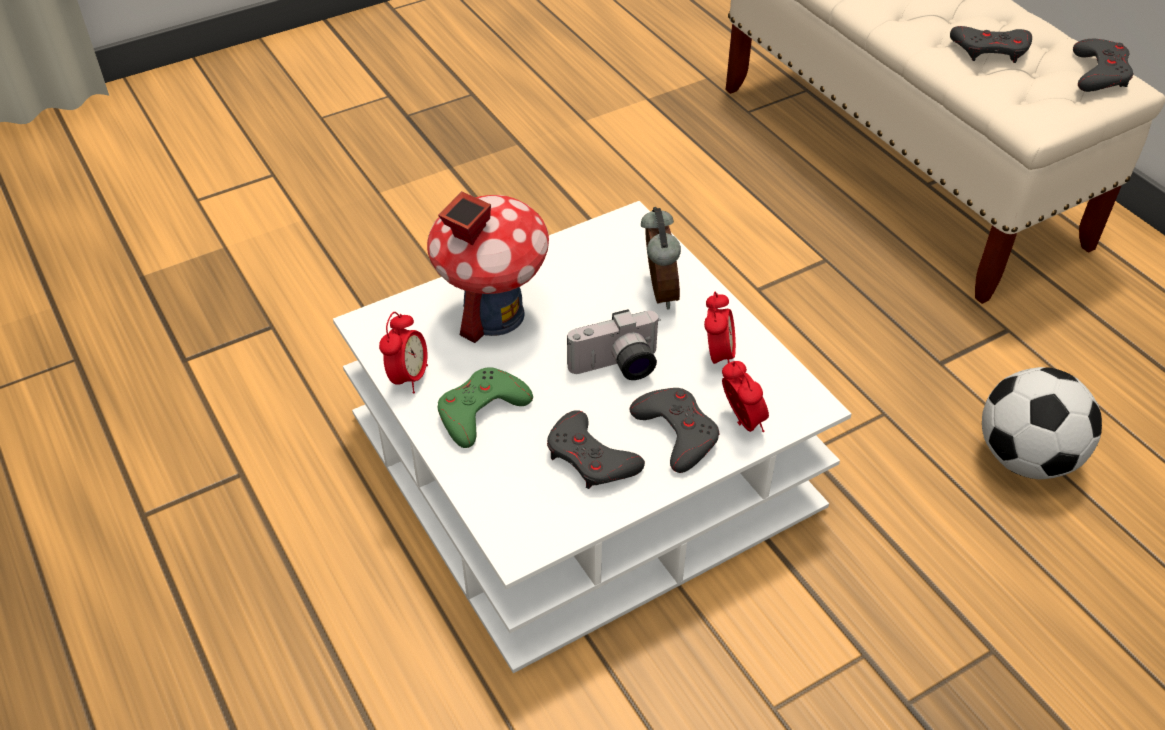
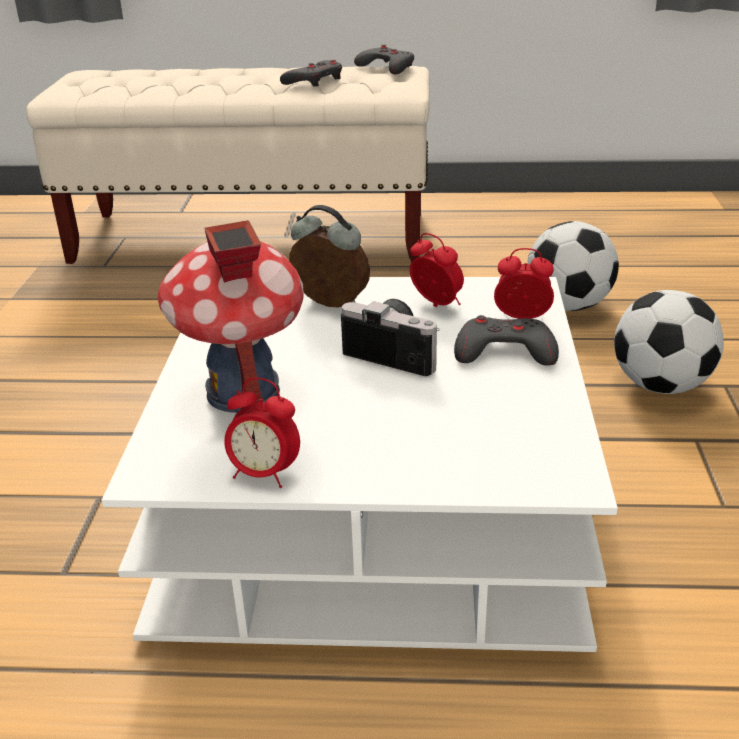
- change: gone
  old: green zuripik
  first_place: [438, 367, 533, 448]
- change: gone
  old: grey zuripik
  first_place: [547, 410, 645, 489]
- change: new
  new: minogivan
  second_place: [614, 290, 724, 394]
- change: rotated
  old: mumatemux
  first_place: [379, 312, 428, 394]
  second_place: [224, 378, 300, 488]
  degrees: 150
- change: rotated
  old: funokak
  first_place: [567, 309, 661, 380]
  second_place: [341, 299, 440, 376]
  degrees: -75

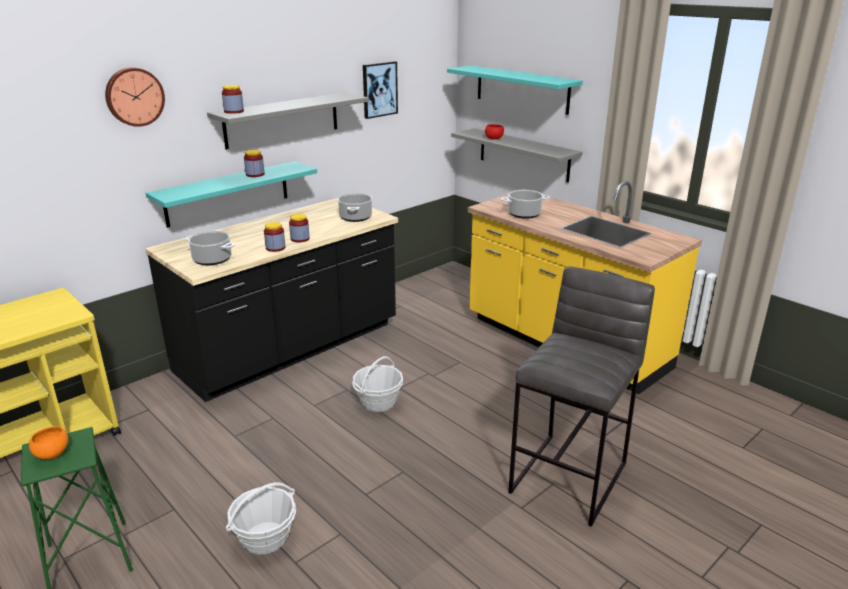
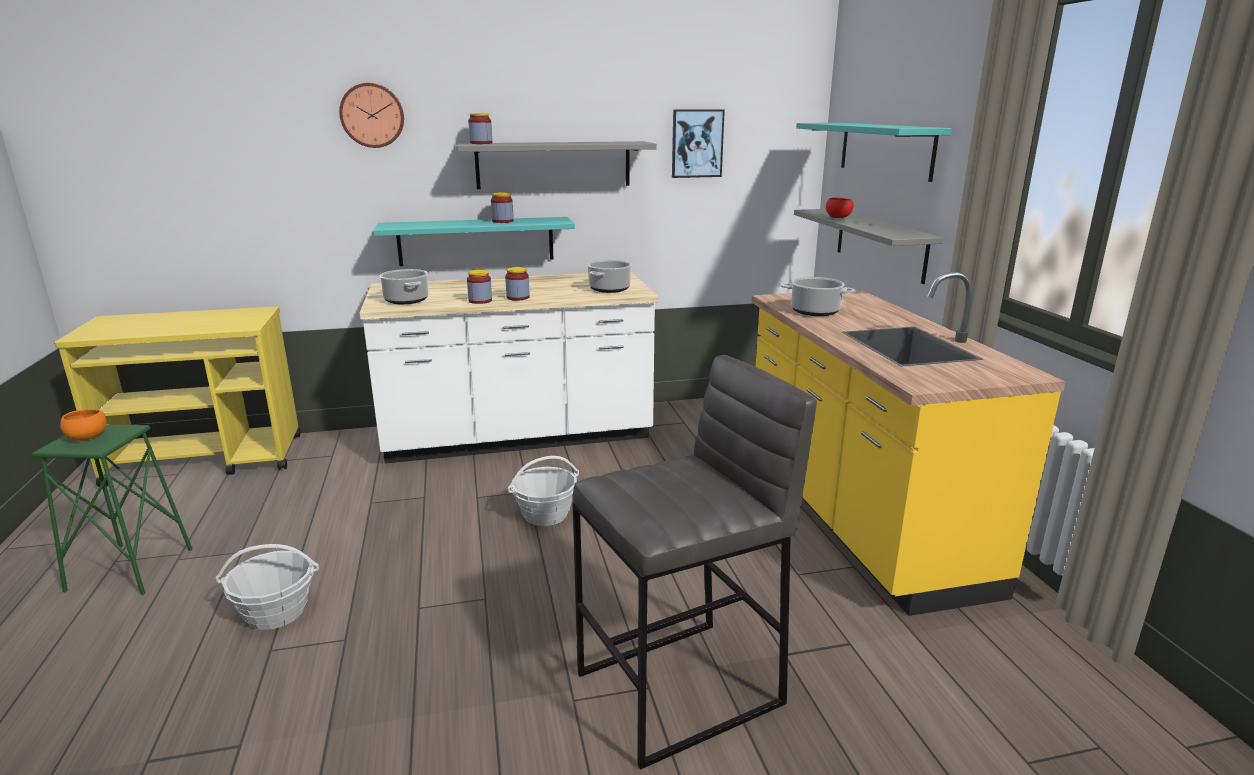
- change: repainted
  old: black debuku
  new: white debuku
  first_place: [145, 198, 398, 402]
  second_place: [359, 271, 658, 463]

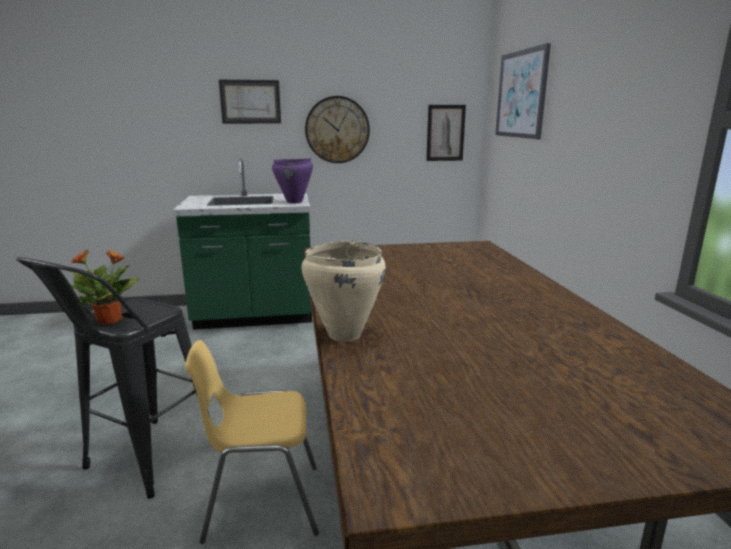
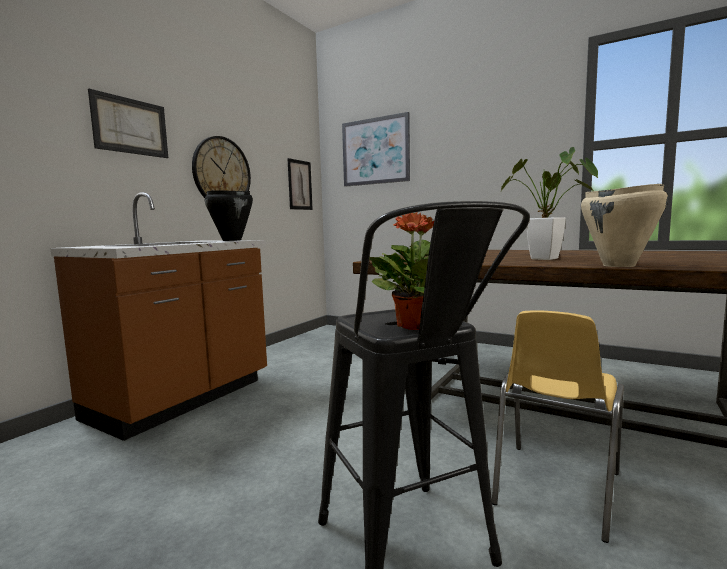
- change: new
  new: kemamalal
  second_place: [501, 147, 598, 260]
- change: repainted
  old: green debuku
  new: brown debuku
  first_place: [173, 158, 312, 330]
  second_place: [50, 192, 267, 441]
- change: repainted
  old: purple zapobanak
  new: black zapobanak
  first_place: [272, 158, 313, 203]
  second_place: [205, 190, 253, 241]

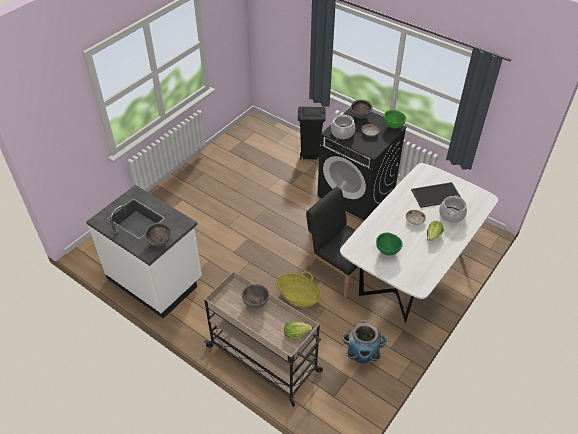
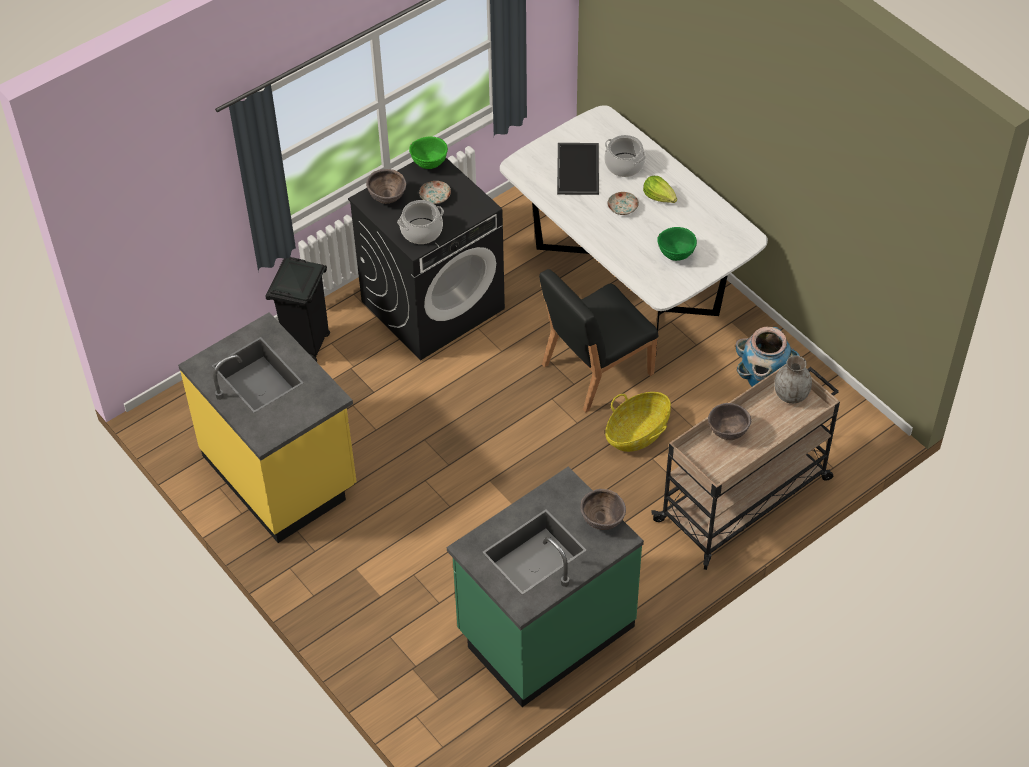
- change: new
  new: yellow debuku
  second_place: [178, 312, 357, 543]
- change: swapped
  old: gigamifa
  new: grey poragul
  first_place: [284, 321, 313, 339]
  second_place: [774, 355, 812, 404]
- change: repainted
  old: white debuku
  new: green debuku
  first_place: [86, 185, 202, 319]
  second_place: [447, 466, 644, 707]

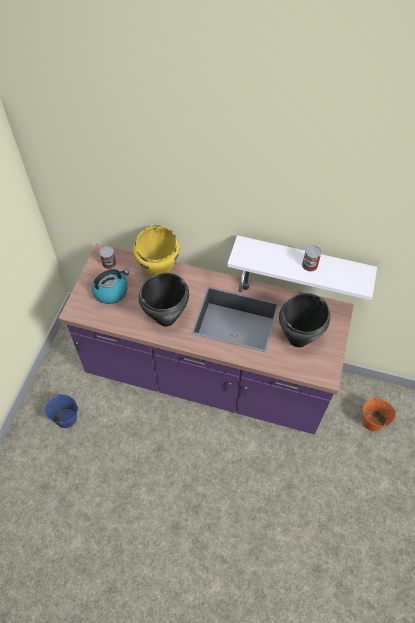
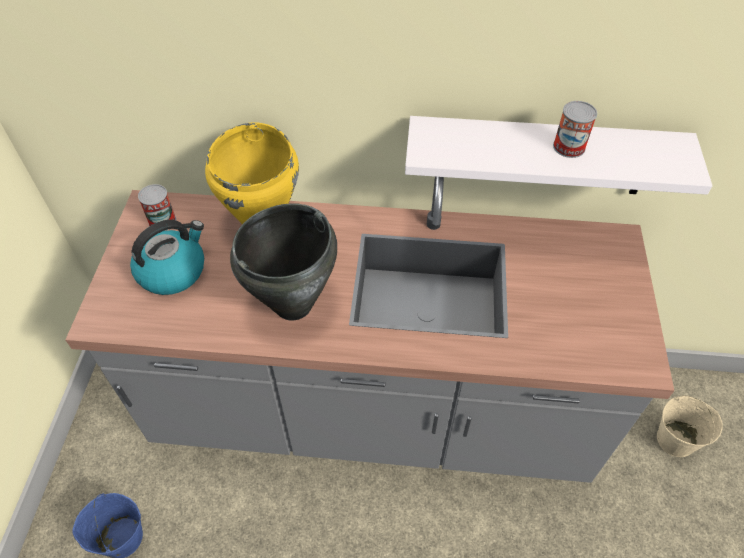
- change: gone
  old: black zapobanak
  first_place: [279, 293, 330, 347]
- change: repainted
  old: purple debuku
  new: grey debuku
  first_place: [58, 244, 354, 434]
  second_place: [65, 177, 674, 483]
- change: repainted
  old: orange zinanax
  new: beige zinanax
  first_place: [362, 398, 396, 432]
  second_place: [657, 395, 723, 457]

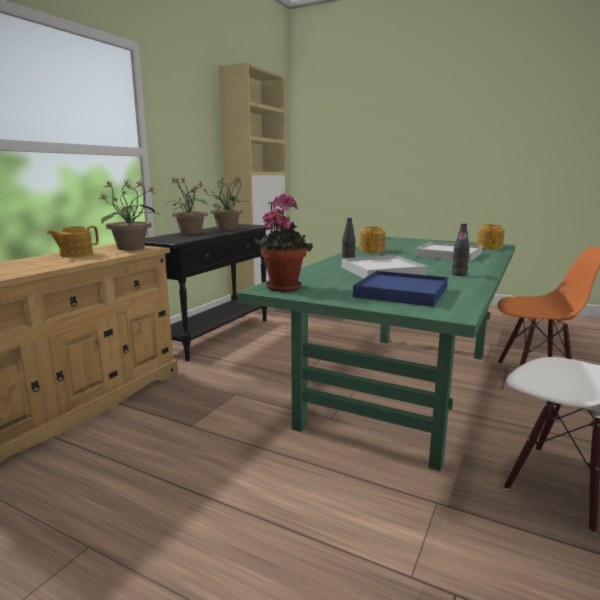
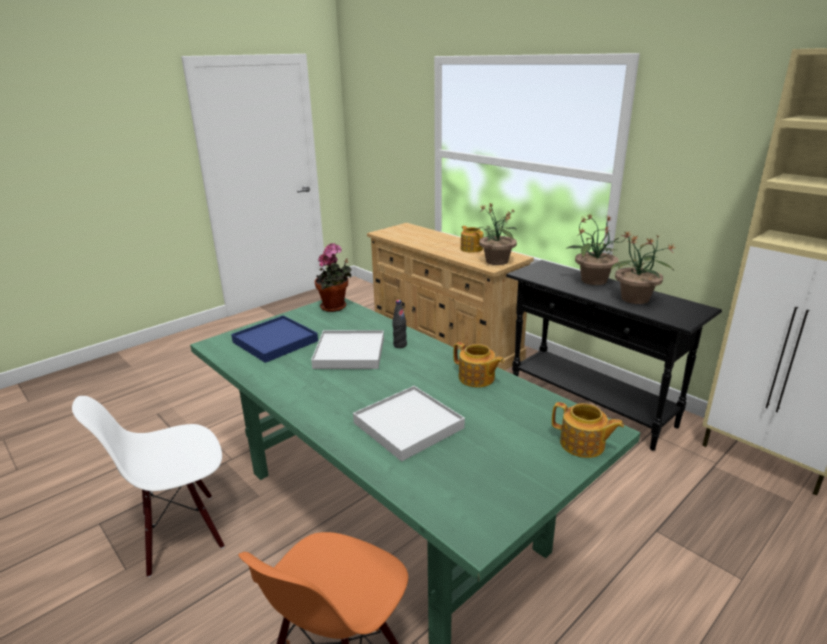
- change: gone
  old: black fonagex
  first_place: [452, 223, 470, 276]
- change: shifted
  old: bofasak
  first_place: [477, 224, 505, 249]
  second_place: [552, 402, 624, 458]

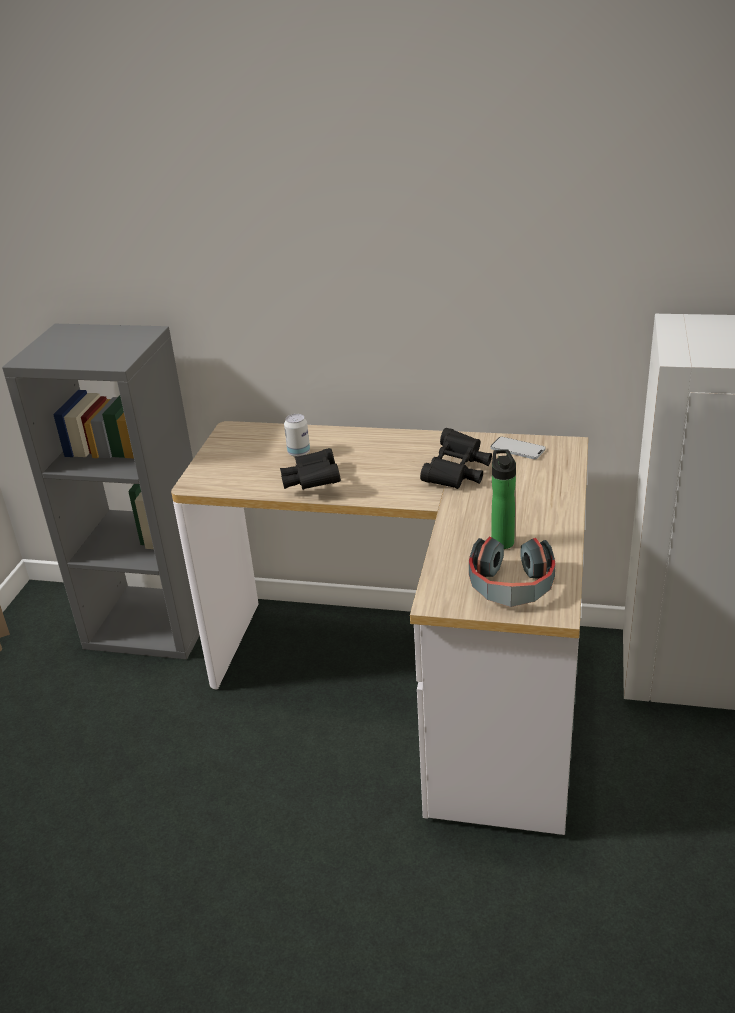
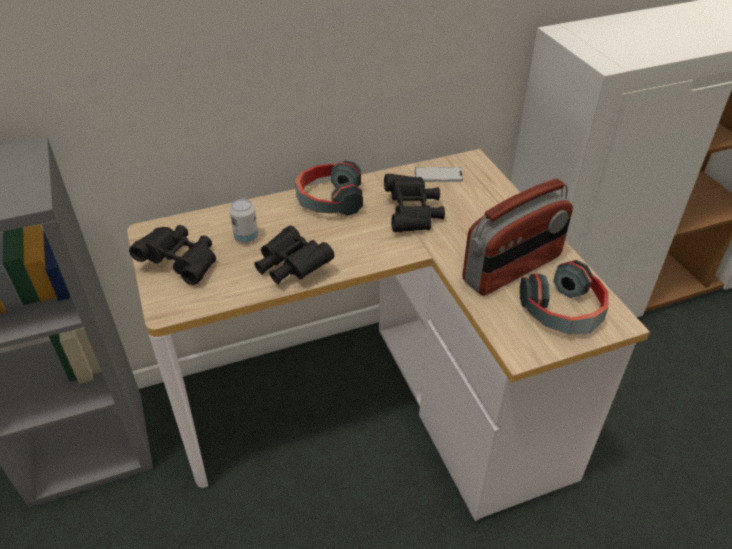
- change: new
  new: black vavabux
  second_place: [129, 225, 216, 285]
- change: new
  new: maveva
  second_place: [295, 160, 363, 216]
- change: swapped
  old: fonagex
  new: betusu
  first_place: [491, 449, 516, 549]
  second_place: [462, 179, 573, 296]

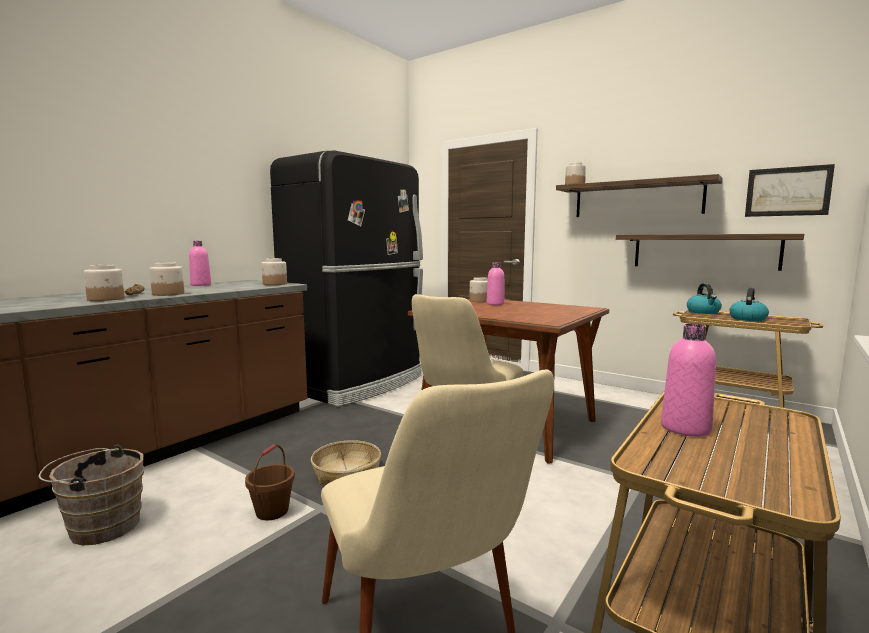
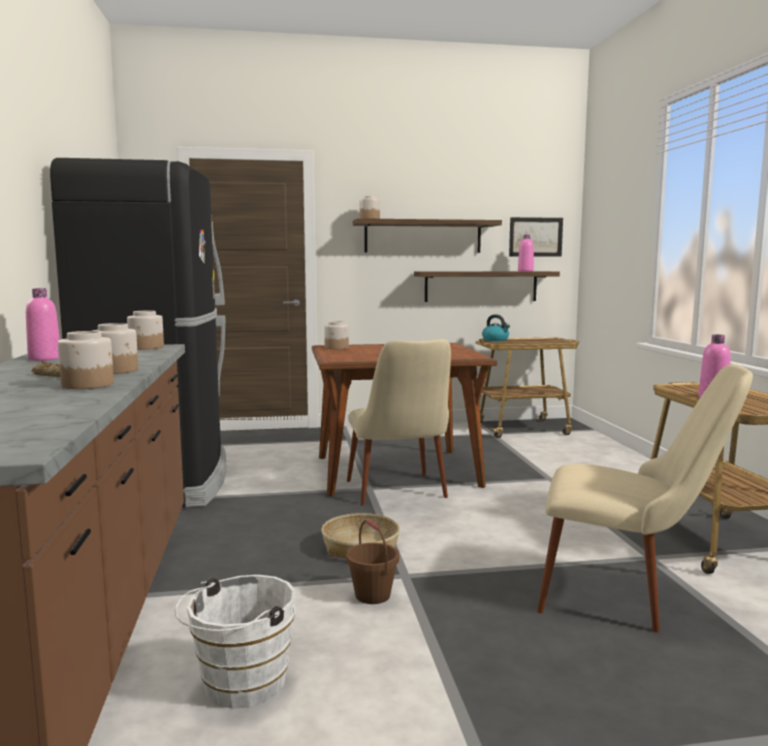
- change: gone
  old: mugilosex
  first_place: [730, 288, 769, 321]
- change: shifted
  old: pink fonagex
  first_place: [487, 262, 505, 305]
  second_place: [518, 234, 534, 271]
- change: repainted
  old: brown zinanax
  new: white zinanax
  first_place: [39, 445, 144, 545]
  second_place: [175, 575, 296, 709]

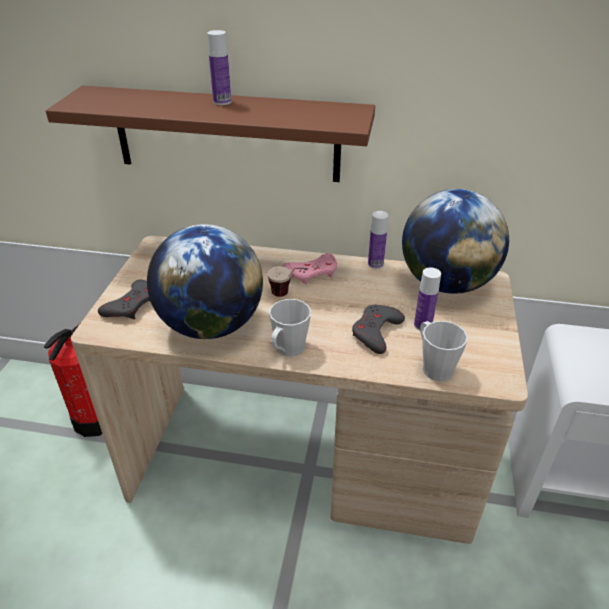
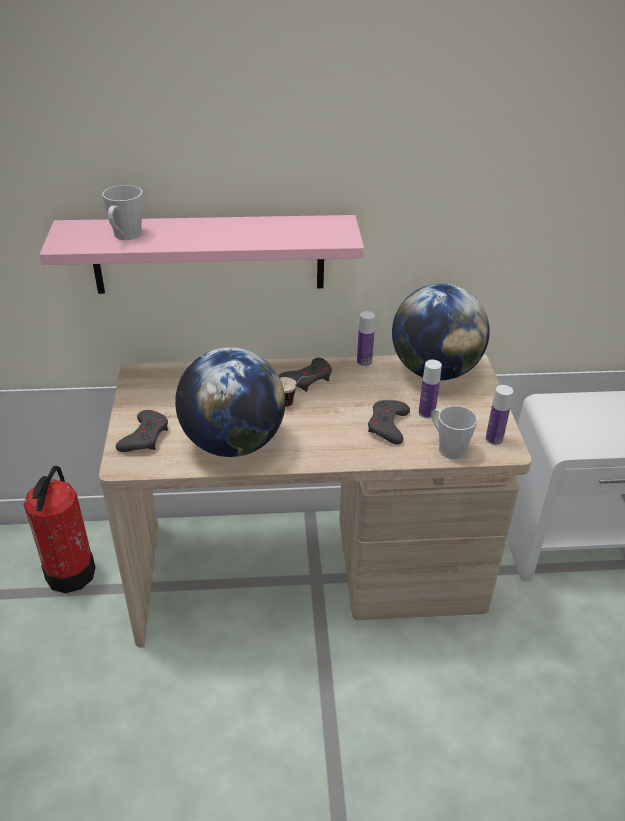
- change: shifted
  old: fonagex
  first_place: [207, 30, 231, 105]
  second_place: [486, 385, 513, 445]
- change: shifted
  old: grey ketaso
  first_place: [269, 299, 311, 357]
  second_place: [102, 185, 143, 240]
- change: repainted
  old: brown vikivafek
  new: pink vikivafek
  first_place: [46, 85, 375, 182]
  second_place: [39, 215, 364, 294]
- change: repainted
  old: pink zuripik
  new: grey zuripik
  first_place: [282, 253, 337, 285]
  second_place: [278, 358, 332, 392]

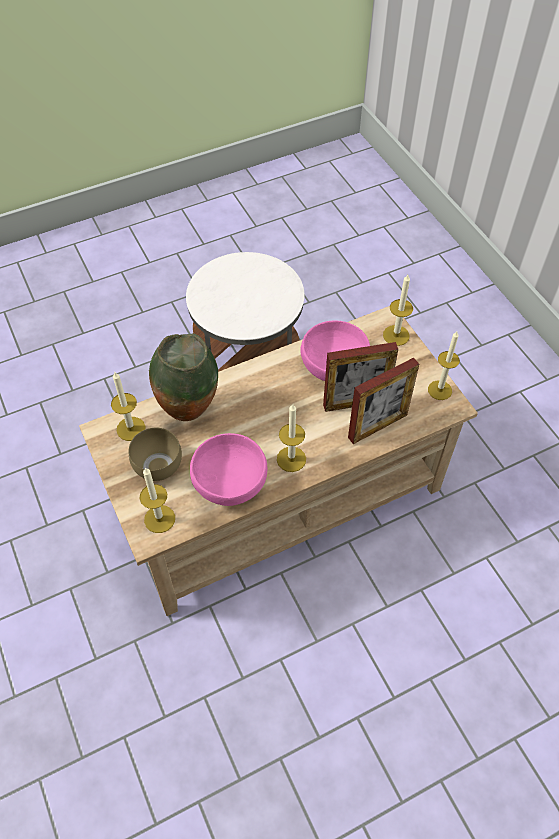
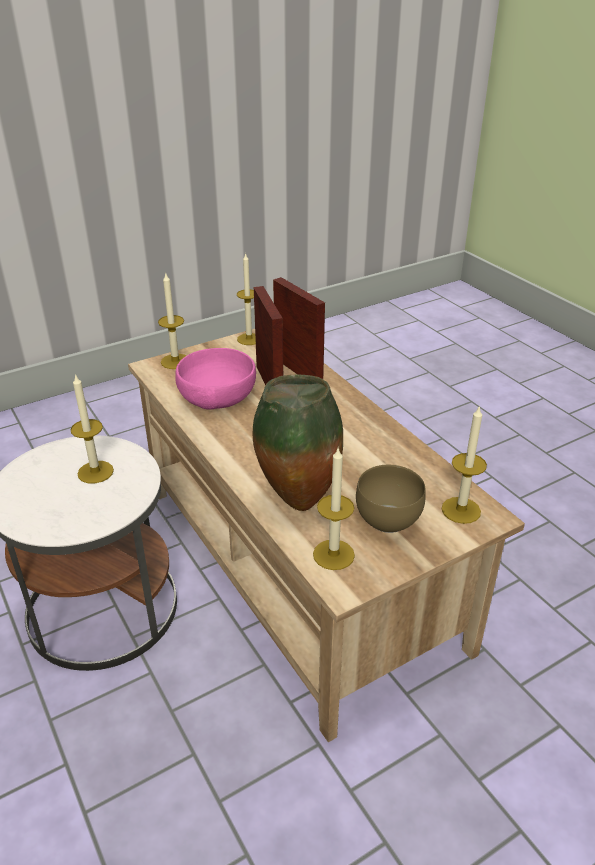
- change: gone
  old: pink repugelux
  first_place: [190, 433, 267, 506]
- change: shifted
  old: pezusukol
  first_place: [277, 404, 306, 472]
  second_place: [70, 374, 114, 484]

